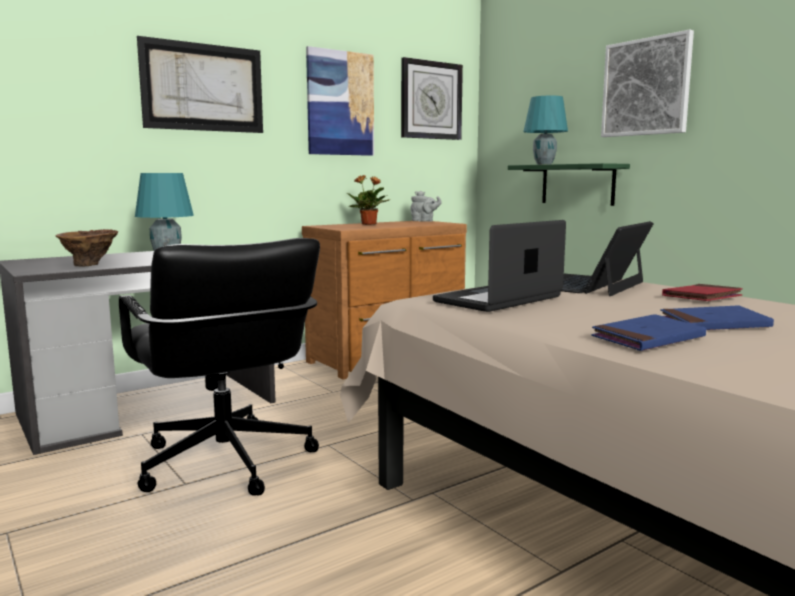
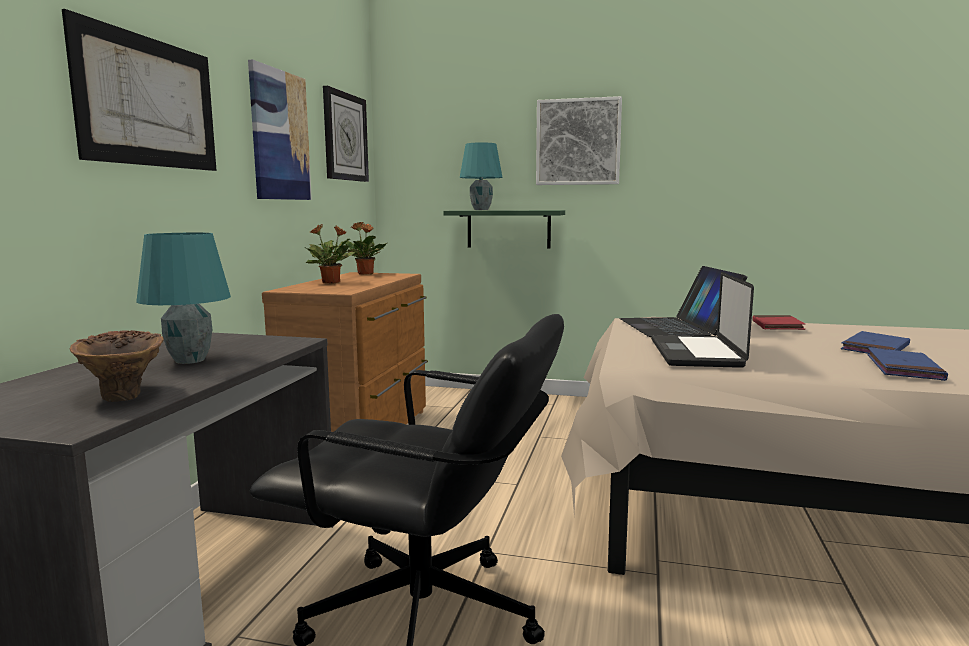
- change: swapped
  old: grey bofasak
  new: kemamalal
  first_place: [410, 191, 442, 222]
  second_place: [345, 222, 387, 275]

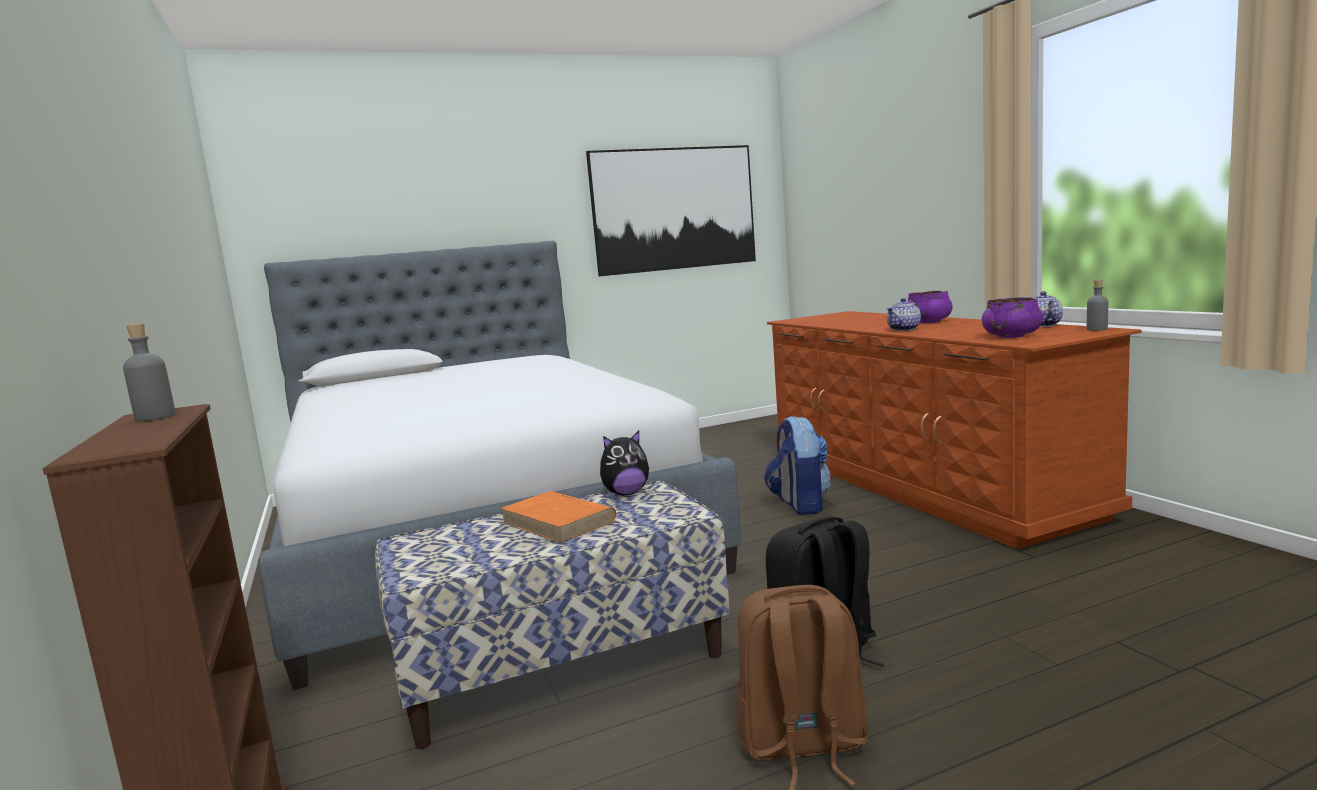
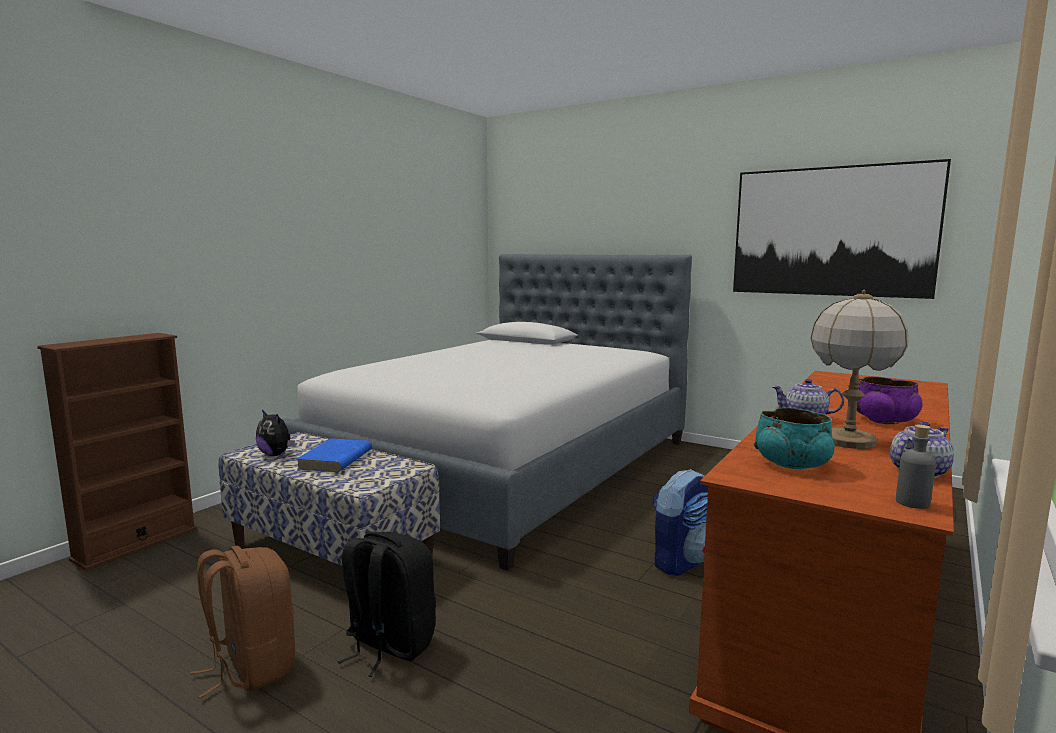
- change: gone
  old: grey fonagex
  first_place: [123, 323, 176, 421]
- change: new
  new: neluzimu
  second_place: [811, 290, 909, 449]
- change: shifted
  old: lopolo
  first_place: [600, 431, 649, 495]
  second_place: [256, 410, 295, 456]
- change: repainted
  old: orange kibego
  new: blue kibego
  first_place: [500, 491, 616, 543]
  second_place: [297, 438, 372, 472]
- change: repainted
  old: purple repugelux
  new: turquoise repugelux
  first_place: [982, 297, 1043, 338]
  second_place: [754, 407, 835, 469]

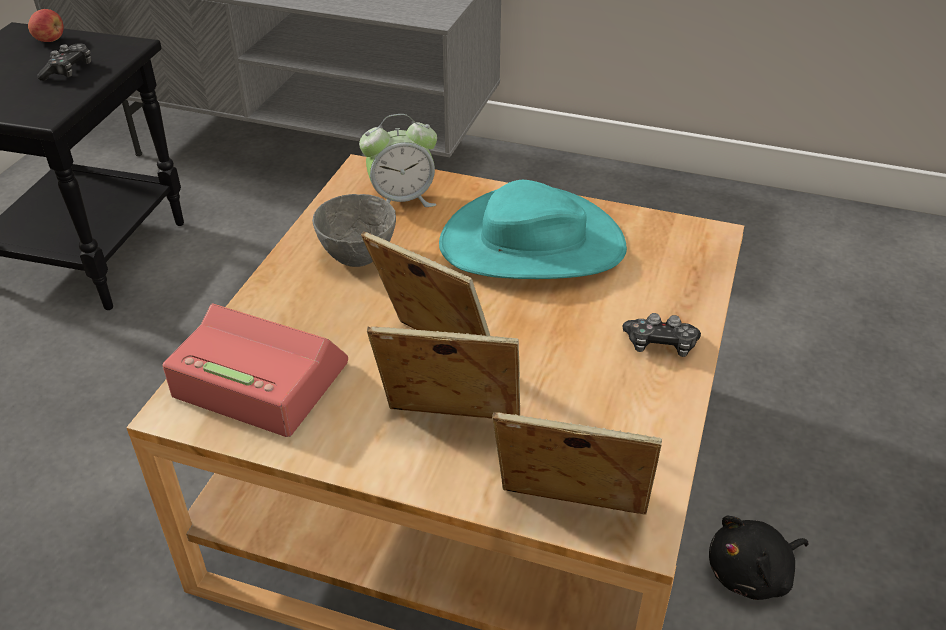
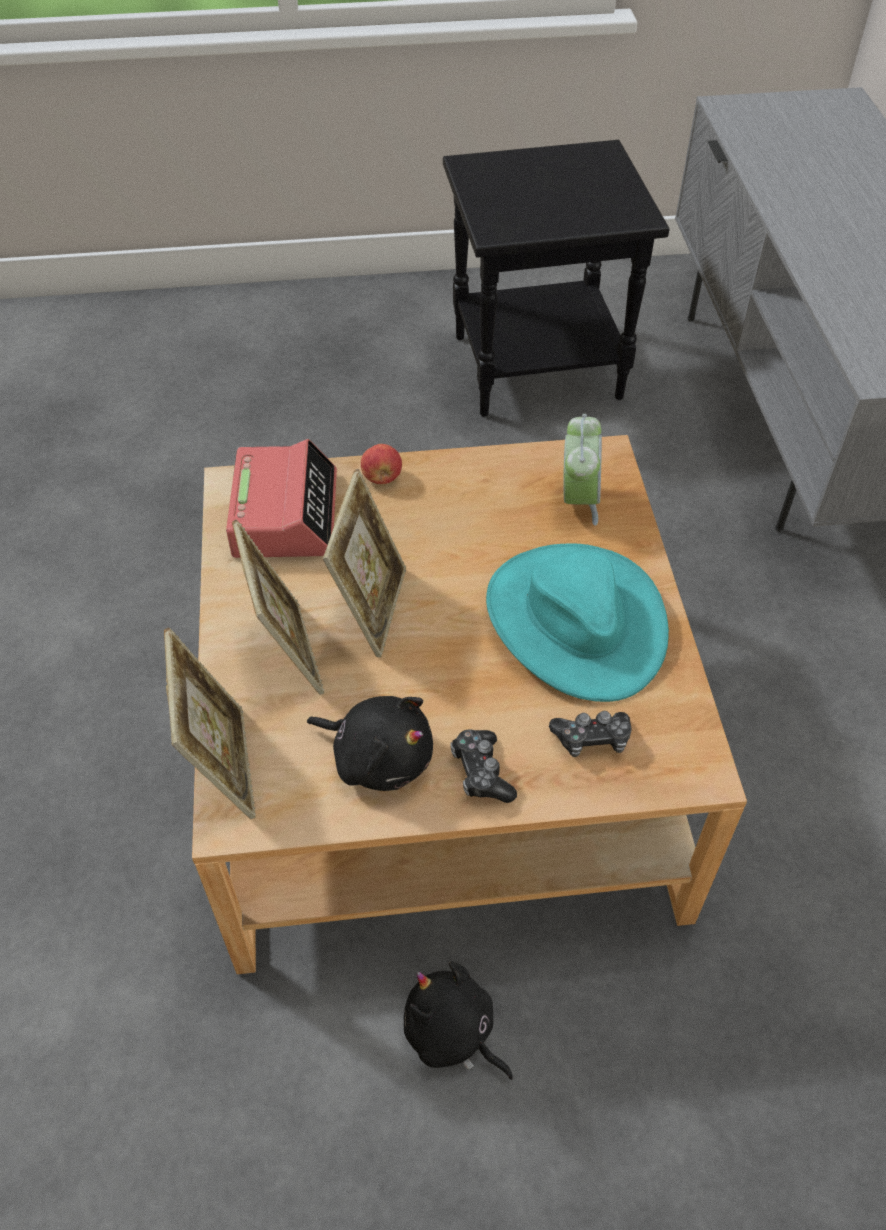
- change: gone
  old: grey repugelux
  first_place: [312, 194, 396, 267]
- change: new
  new: black lopolo
  second_place: [307, 696, 433, 791]
- change: shifted
  old: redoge
  first_place: [28, 9, 64, 42]
  second_place: [361, 444, 402, 484]
- change: shifted
  old: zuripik
  first_place: [37, 43, 91, 81]
  second_place: [549, 711, 632, 757]
- change: rotated
  old: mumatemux
  first_place: [359, 114, 437, 207]
  second_place: [563, 414, 602, 526]
  degrees: -135

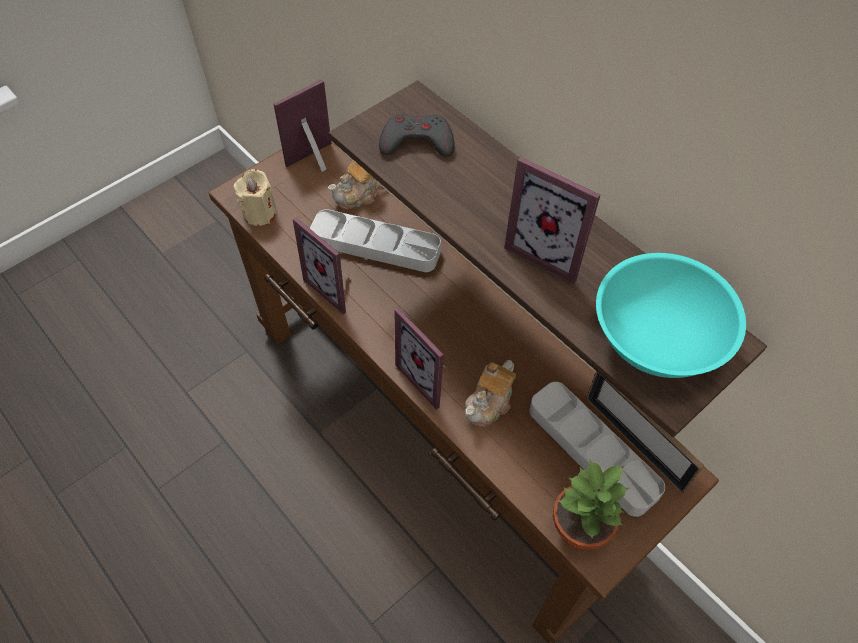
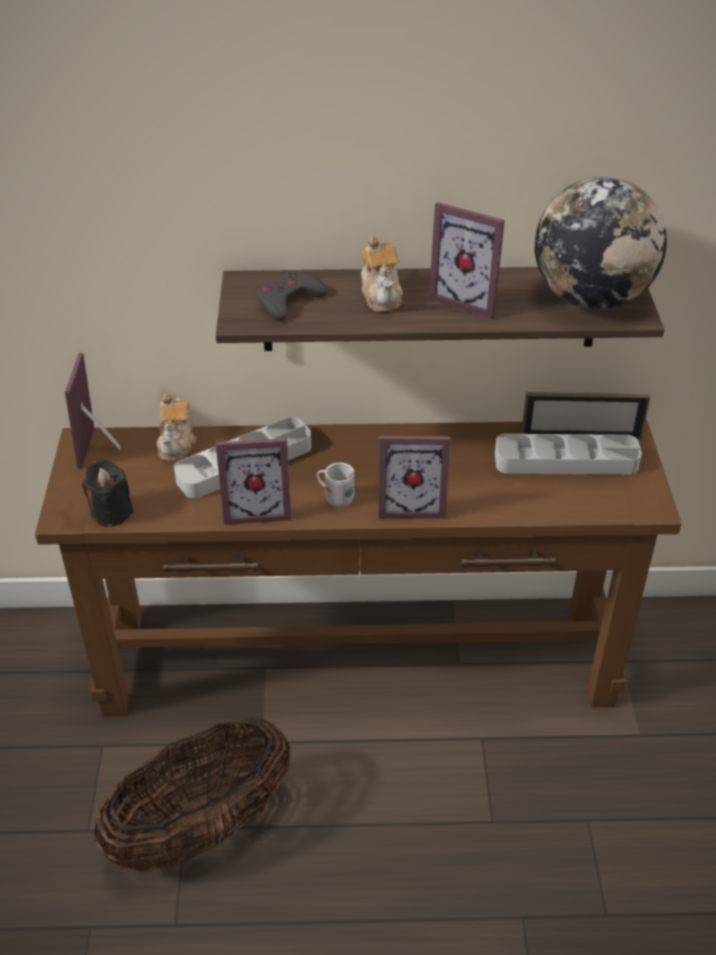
- change: gone
  old: kemamalal
  first_place: [553, 460, 629, 550]
- change: new
  new: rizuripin
  second_place: [94, 718, 291, 872]
- change: new
  new: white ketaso
  second_place: [317, 463, 355, 507]
- change: shifted
  old: bofasak
  first_place: [464, 360, 516, 427]
  second_place: [361, 236, 403, 312]
- change: swapped
  old: turquoise repugelux
  new: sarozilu
  first_place: [596, 253, 746, 378]
  second_place: [535, 177, 667, 310]
- change: repainted
  old: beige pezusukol
  new: black pezusukol
  first_place: [234, 169, 277, 226]
  second_place: [82, 459, 133, 527]
- change: rotated
  old: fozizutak
  first_place: [504, 157, 600, 284]
  second_place: [429, 202, 505, 319]
  degrees: 45

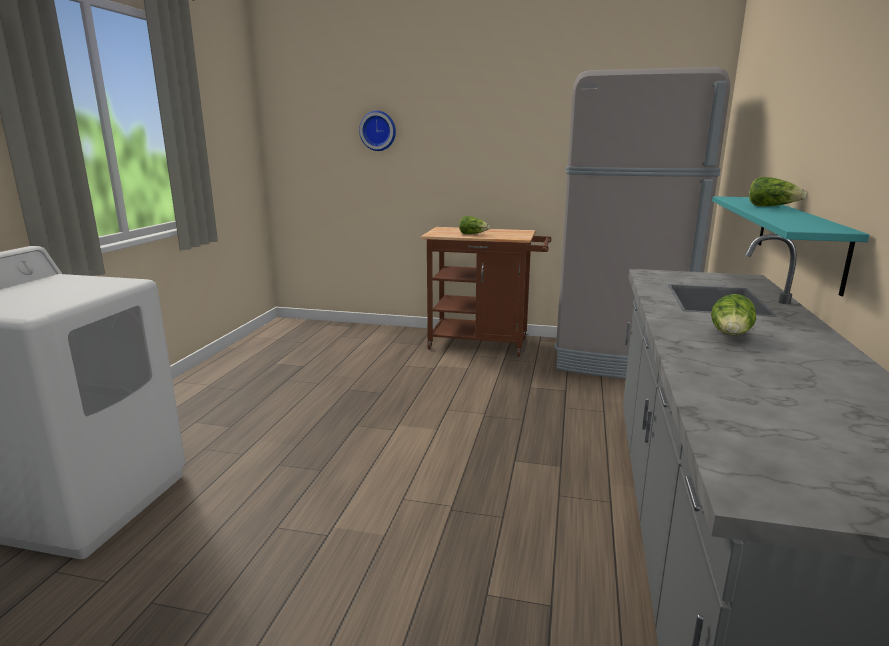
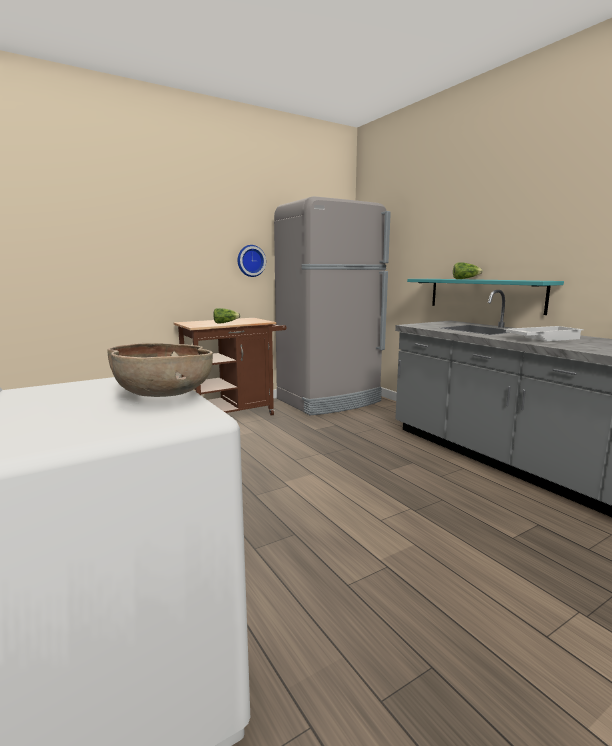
- change: new
  new: brown repugelux
  second_place: [107, 343, 213, 397]
- change: shifted
  old: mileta
  first_place: [359, 111, 396, 151]
  second_place: [238, 245, 266, 277]
- change: swapped
  old: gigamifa
  new: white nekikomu
  first_place: [711, 294, 756, 335]
  second_place: [504, 326, 584, 341]

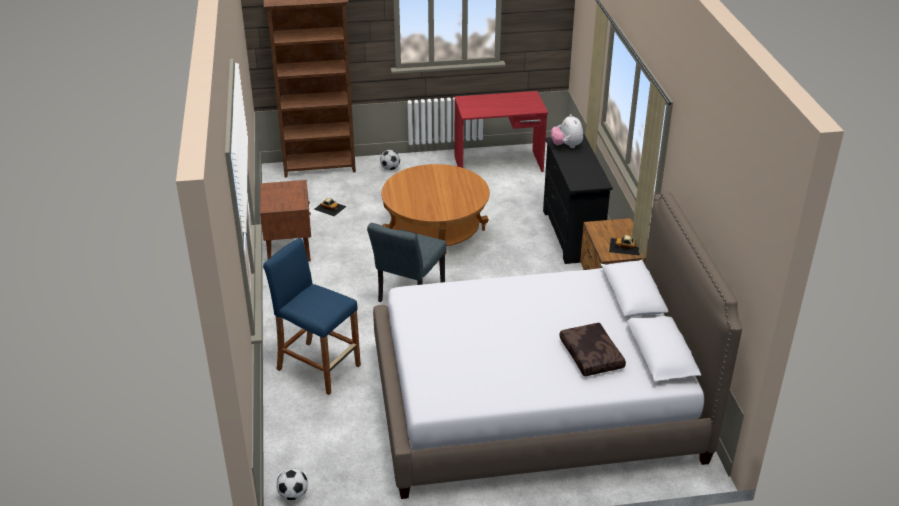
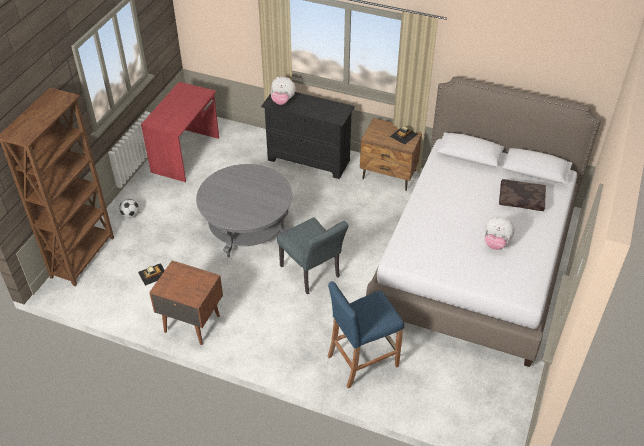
- change: gone
  old: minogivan
  first_place: [276, 468, 308, 500]
- change: new
  new: lopolo
  second_place: [484, 217, 515, 250]
- change: repainted
  old: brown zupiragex
  new: grey zupiragex
  first_place: [381, 164, 490, 254]
  second_place: [196, 164, 292, 257]

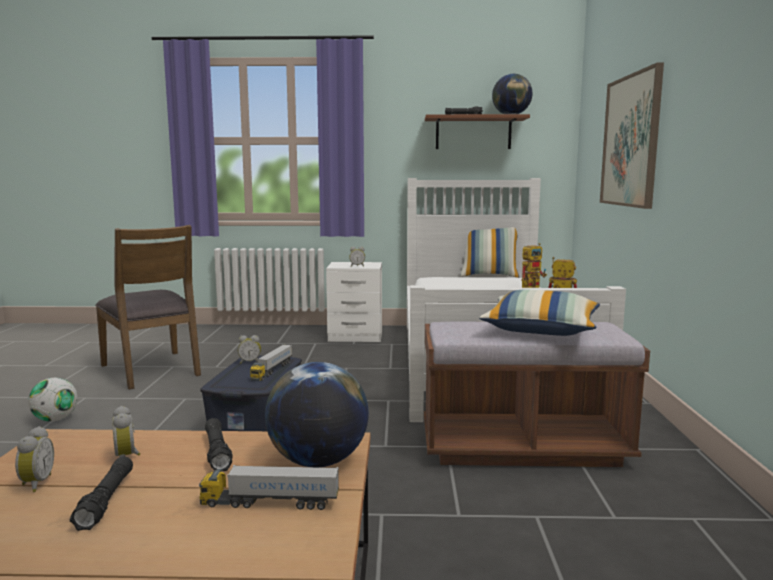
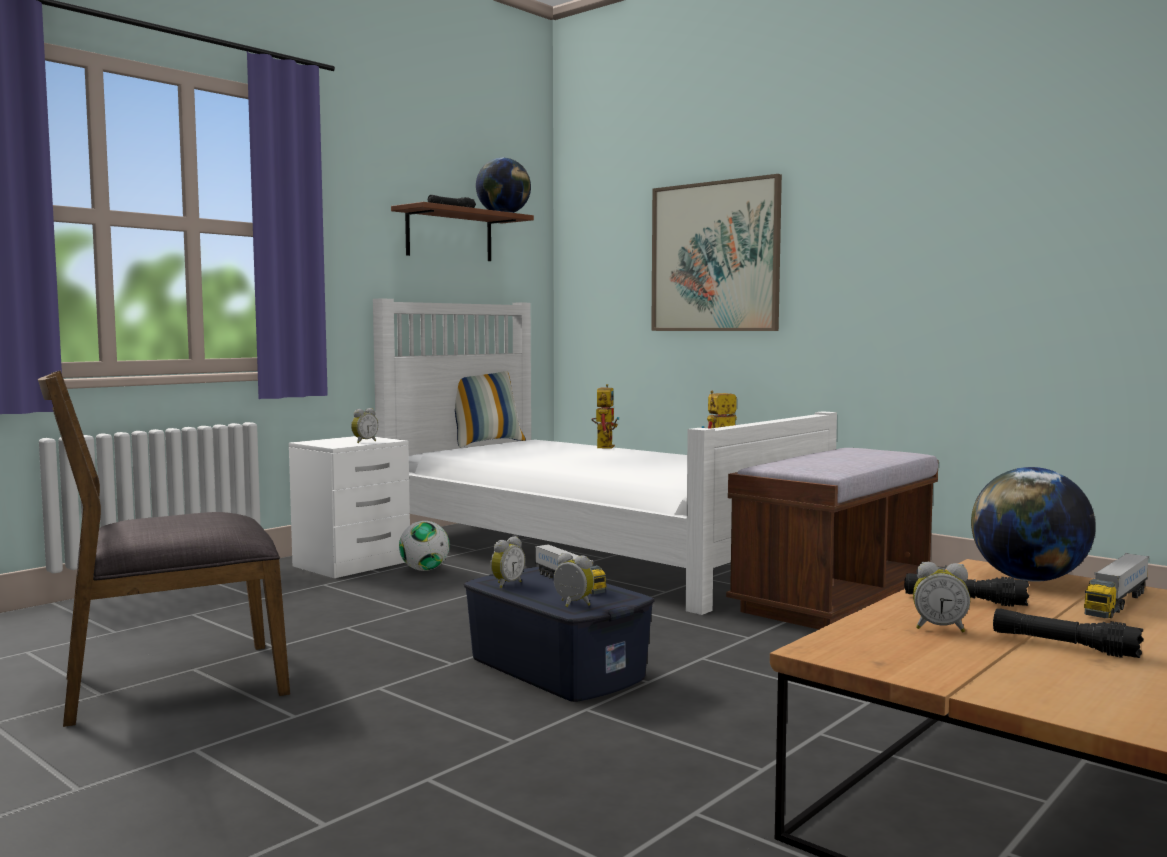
- change: gone
  old: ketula
  first_place: [479, 289, 600, 336]
- change: shifted
  old: mumatemux
  first_place: [15, 426, 54, 492]
  second_place: [554, 553, 594, 607]
- change: shifted
  old: minogivan
  first_place: [28, 378, 78, 422]
  second_place: [399, 521, 450, 571]
- change: rotated
  old: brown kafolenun
  first_place: [95, 225, 201, 390]
  second_place: [38, 370, 290, 727]
  degrees: 150

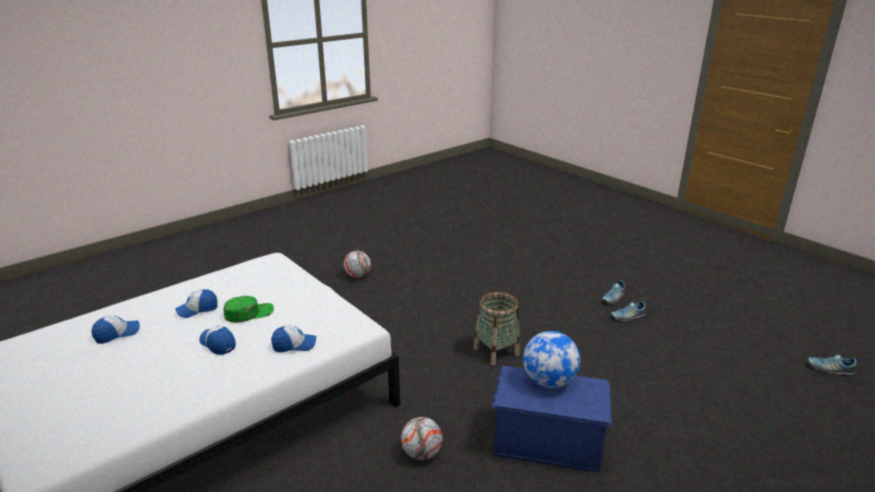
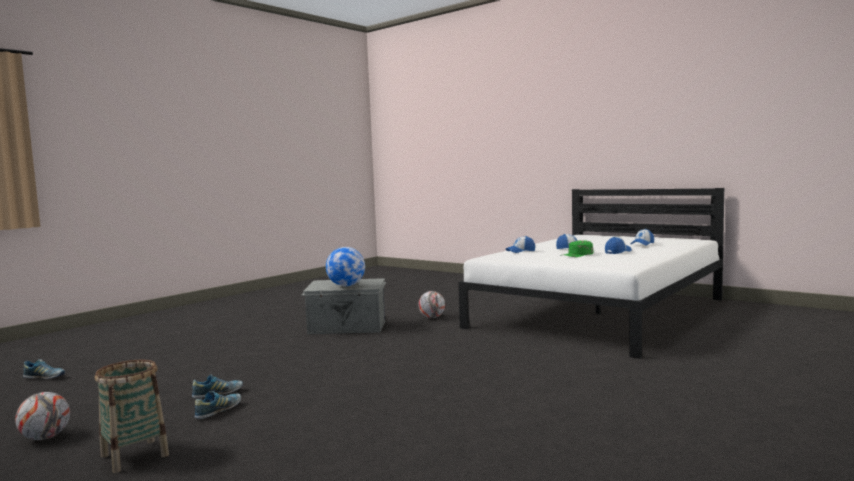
- change: shifted
  old: minogivan
  first_place: [344, 251, 371, 278]
  second_place: [15, 392, 70, 440]
- change: shifted
  old: rizuripin
  first_place: [474, 291, 520, 365]
  second_place: [95, 360, 169, 473]
- change: repainted
  old: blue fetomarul
  new: grey fetomarul
  first_place: [492, 366, 612, 473]
  second_place: [301, 278, 386, 334]

